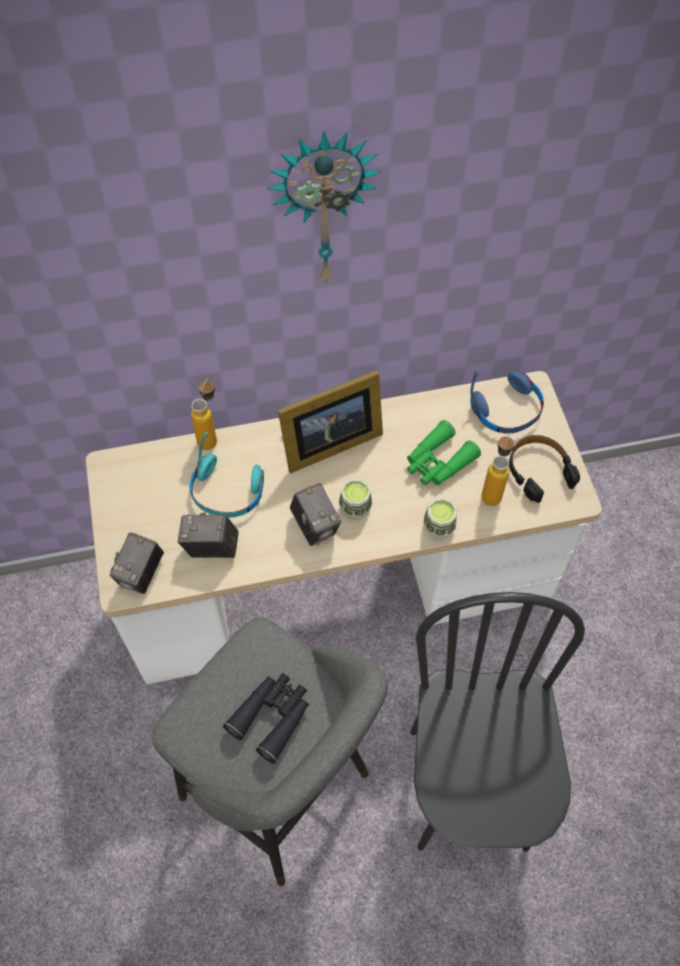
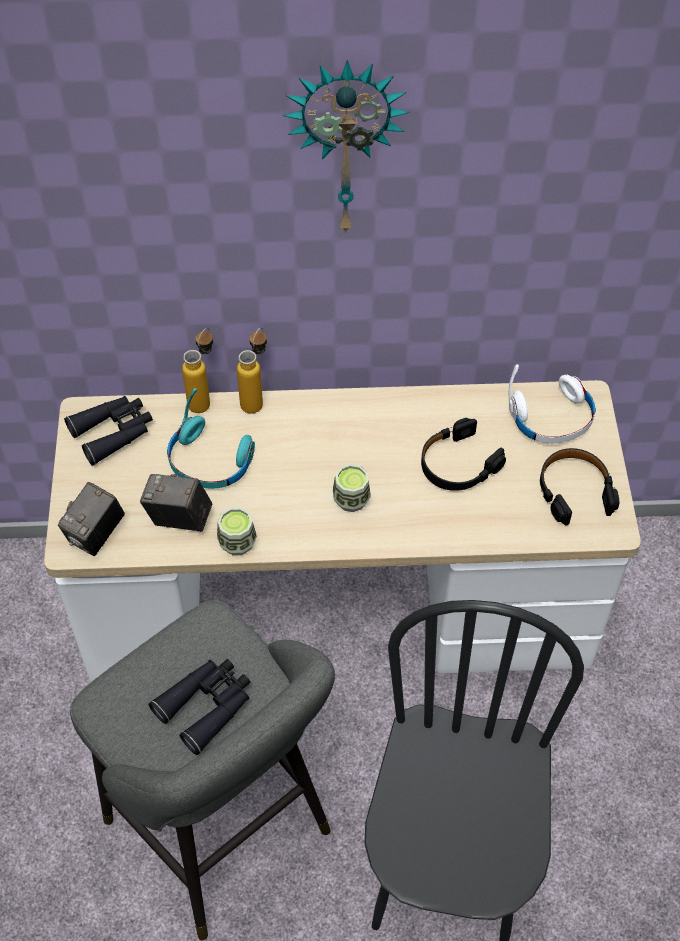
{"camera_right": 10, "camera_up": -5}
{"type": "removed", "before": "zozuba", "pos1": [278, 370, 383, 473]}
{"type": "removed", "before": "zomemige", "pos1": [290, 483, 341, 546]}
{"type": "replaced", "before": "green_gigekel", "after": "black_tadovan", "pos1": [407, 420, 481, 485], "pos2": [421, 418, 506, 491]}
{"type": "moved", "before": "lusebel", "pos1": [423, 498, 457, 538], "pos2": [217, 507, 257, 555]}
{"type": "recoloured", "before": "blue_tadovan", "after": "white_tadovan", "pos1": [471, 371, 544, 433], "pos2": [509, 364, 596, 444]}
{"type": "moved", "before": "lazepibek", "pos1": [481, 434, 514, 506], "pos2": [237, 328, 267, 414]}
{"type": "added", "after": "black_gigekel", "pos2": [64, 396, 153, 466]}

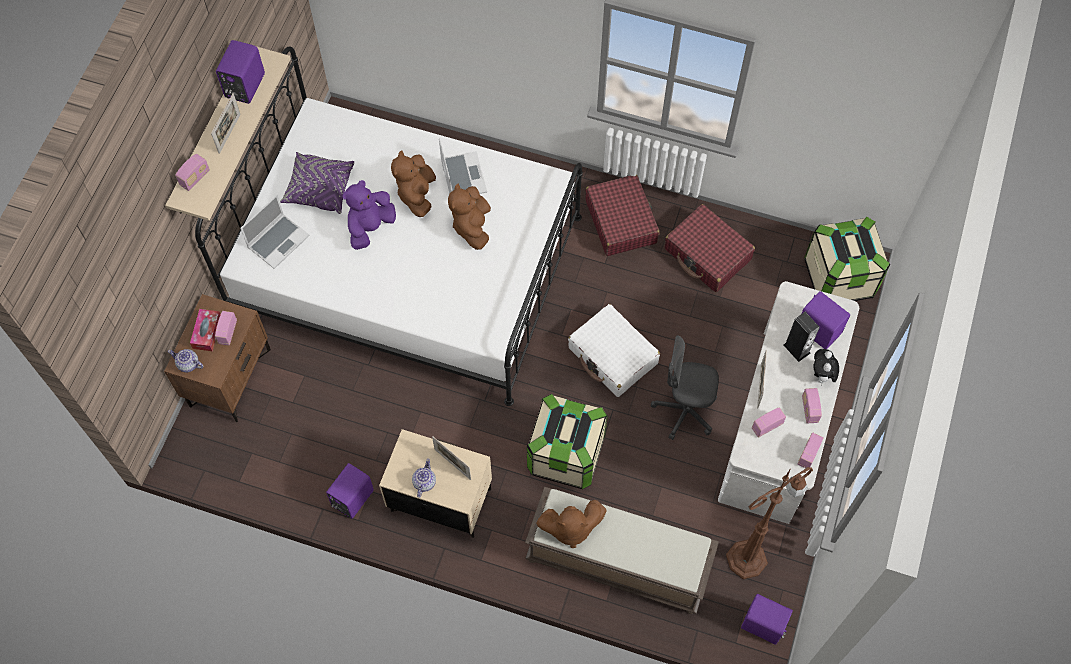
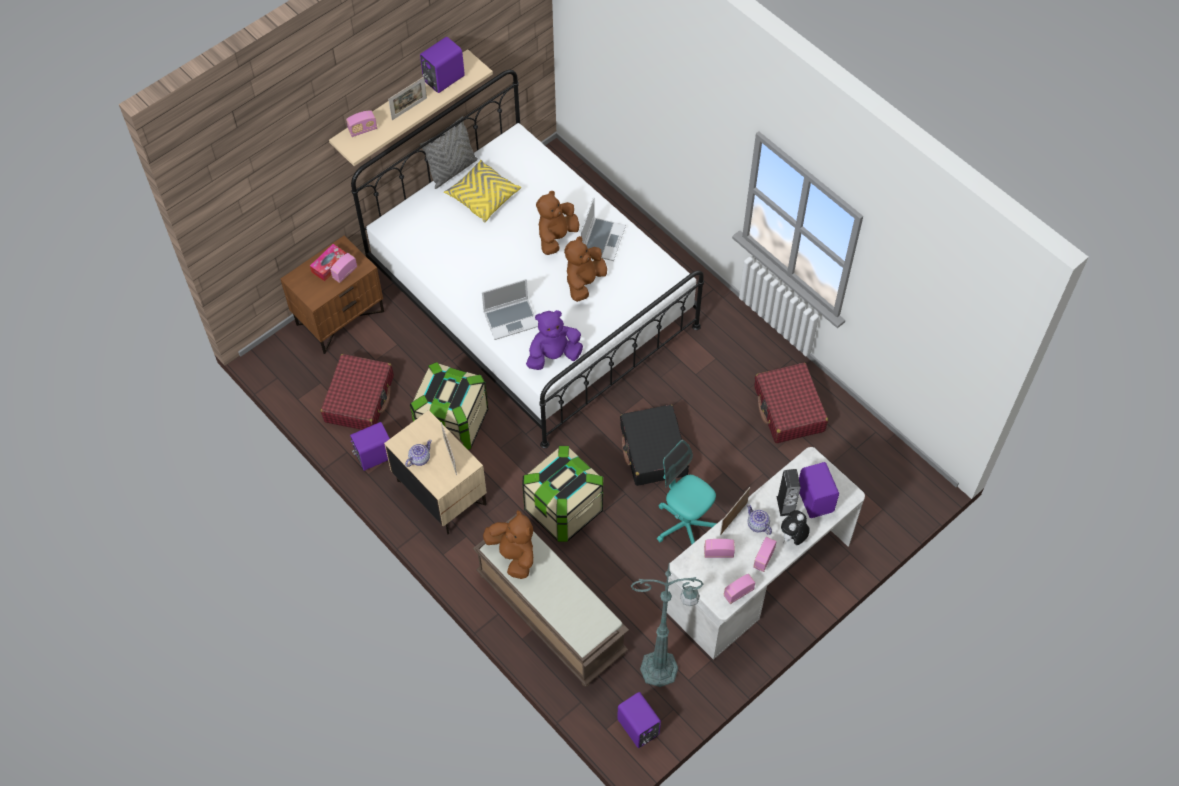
{"camera_right": 30, "camera_up": -5}
{"type": "moved", "before": "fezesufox", "pos1": [168, 349, 203, 372], "pos2": [747, 504, 772, 535]}
{"type": "moved", "before": "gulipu", "pos1": [240, 195, 310, 269], "pos2": [482, 279, 538, 340]}
{"type": "recoloured", "before": "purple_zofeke", "after": "yellow_zofeke", "pos1": [280, 152, 354, 214], "pos2": [444, 160, 521, 223]}
{"type": "moved", "before": "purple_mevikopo", "pos1": [342, 180, 396, 250], "pos2": [526, 310, 583, 370]}
{"type": "turned", "before": "brown_mevikopo", "pos1": [536, 500, 606, 548], "pos2": [483, 510, 533, 579], "turn": -150}
{"type": "recoloured", "before": "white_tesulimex", "after": "black_tesulimex", "pos1": [568, 304, 660, 397], "pos2": [620, 405, 689, 486]}
{"type": "moved", "before": "red_tesulimex", "pos1": [585, 175, 660, 256], "pos2": [320, 354, 394, 430]}
{"type": "recoloured", "before": "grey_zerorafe", "after": "turquoise_zerorafe", "pos1": [651, 335, 719, 440], "pos2": [657, 440, 717, 544]}
{"type": "recoloured", "before": "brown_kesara", "after": "green_kesara", "pos1": [726, 467, 813, 579], "pos2": [631, 565, 703, 687]}
{"type": "moved", "before": "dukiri", "pos1": [804, 217, 890, 301], "pos2": [410, 362, 488, 450]}
{"type": "added", "after": "grey_zofeke", "pos2": [420, 116, 478, 189]}

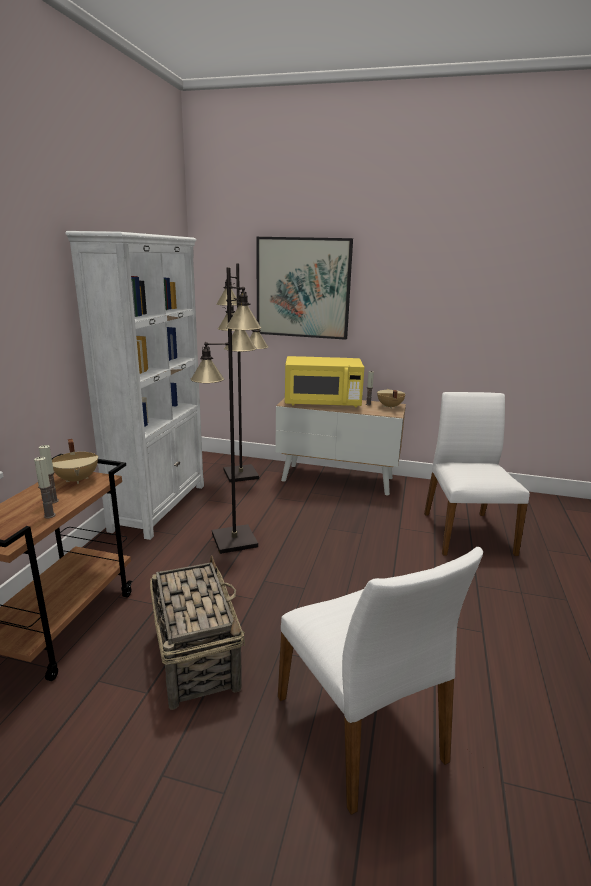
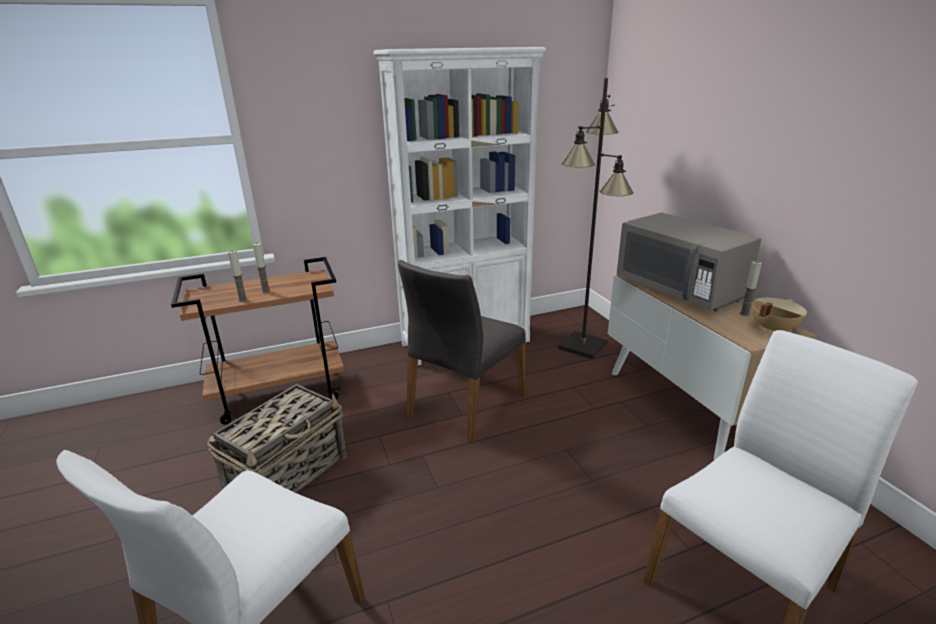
{"camera_right": 55, "camera_up": 5}
{"type": "removed", "before": "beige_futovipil", "pos1": [52, 439, 98, 484]}
{"type": "replaced", "before": "black_kesara", "after": "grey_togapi", "pos1": [190, 267, 262, 554], "pos2": [398, 260, 526, 443]}
{"type": "removed", "before": "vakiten", "pos1": [256, 237, 353, 340]}
{"type": "recoloured", "before": "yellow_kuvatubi", "after": "grey_kuvatubi", "pos1": [285, 356, 364, 407], "pos2": [617, 212, 761, 311]}

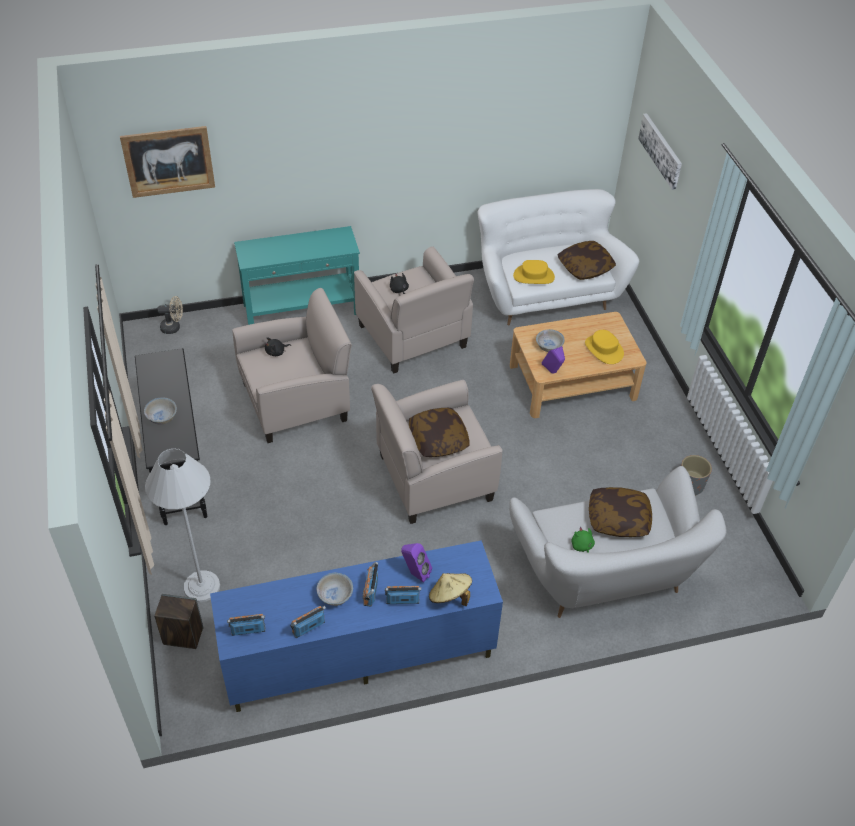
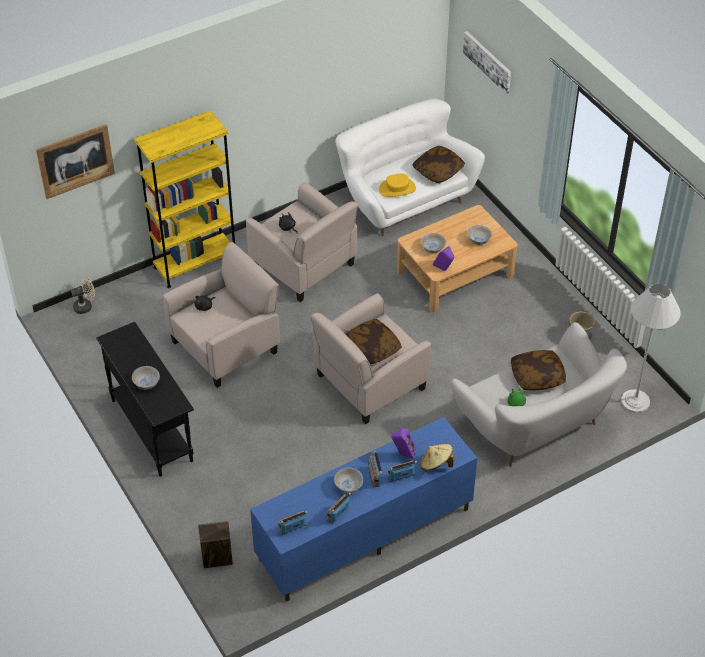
{"camera_right": -15, "camera_up": 0}
{"type": "moved", "before": "white_kesara", "pos1": [145, 448, 220, 602], "pos2": [621, 283, 681, 413]}
{"type": "replaced", "before": "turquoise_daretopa", "after": "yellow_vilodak", "pos1": [234, 226, 360, 325], "pos2": [134, 111, 235, 288]}
{"type": "replaced", "before": "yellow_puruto", "after": "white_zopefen", "pos1": [585, 330, 624, 364], "pos2": [467, 225, 492, 245]}

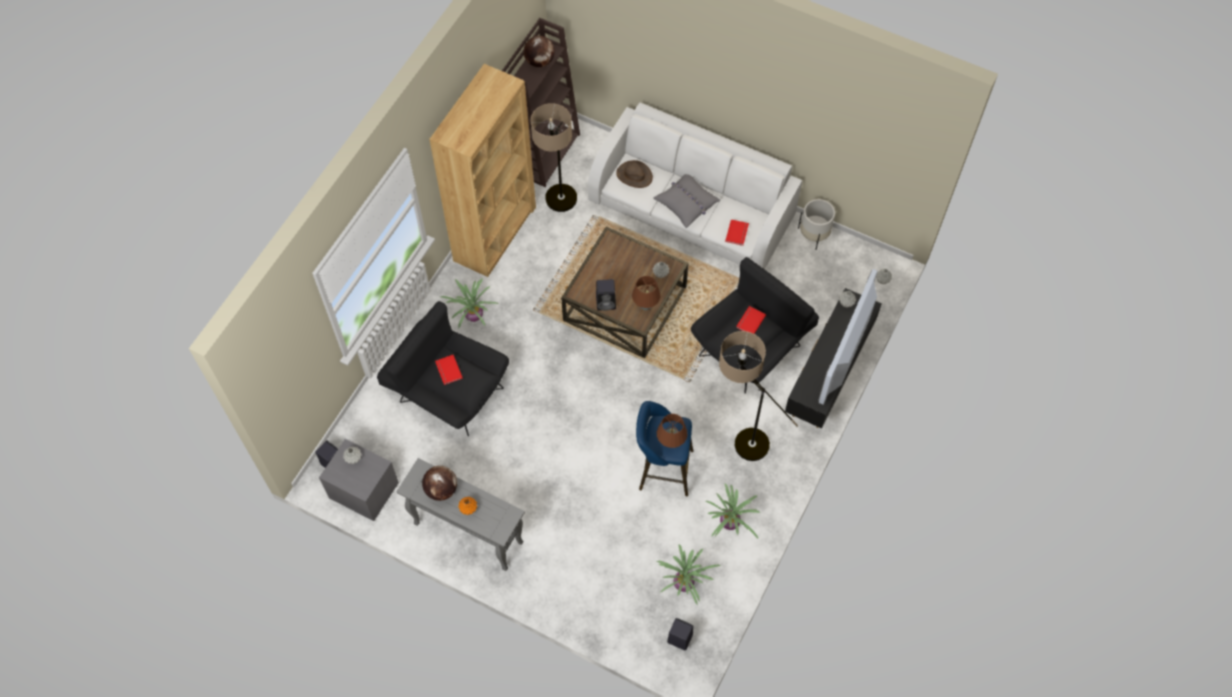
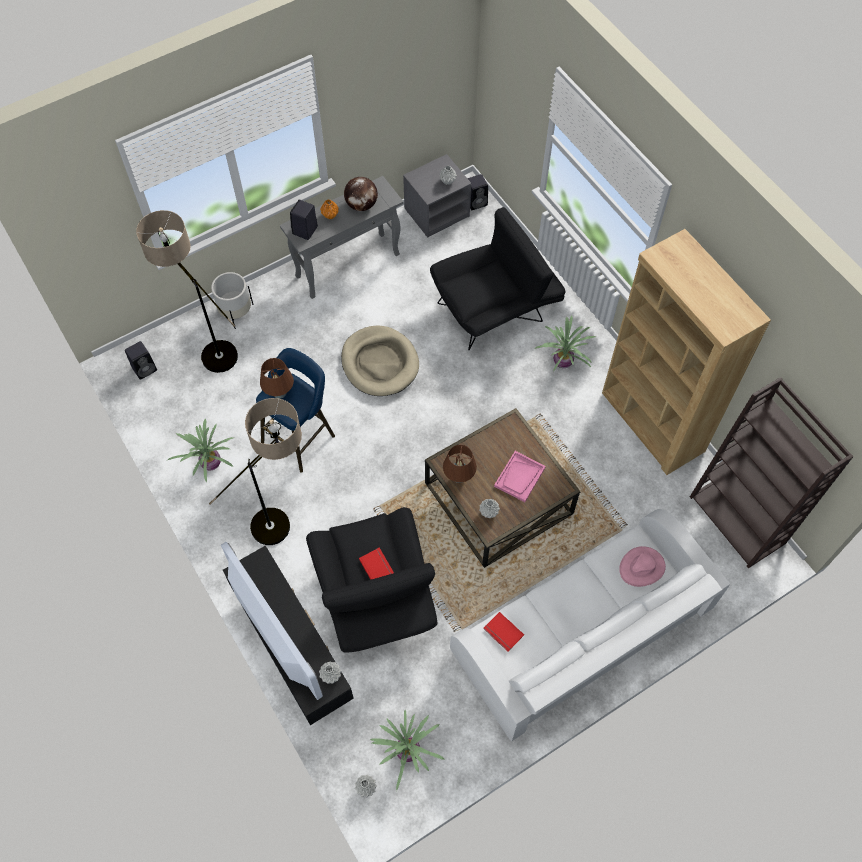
{"camera_right": 120, "camera_up": 0}
{"type": "removed", "before": "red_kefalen", "pos1": [435, 355, 463, 385]}
{"type": "removed", "before": "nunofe", "pos1": [524, 36, 555, 67]}
{"type": "moved", "before": "kesara", "pos1": [531, 103, 577, 212], "pos2": [136, 210, 238, 373]}
{"type": "moved", "before": "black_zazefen", "pos1": [596, 279, 616, 311], "pos2": [290, 200, 318, 240]}
{"type": "recoloured", "before": "brown_puruto", "after": "pink_puruto", "pos1": [616, 160, 653, 188], "pos2": [619, 546, 666, 587]}
{"type": "removed", "before": "grey_zofeke", "pos1": [653, 174, 720, 228]}
{"type": "moved", "before": "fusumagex", "pos1": [657, 544, 721, 605], "pos2": [370, 710, 445, 791]}
{"type": "moved", "before": "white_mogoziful", "pos1": [798, 199, 835, 250], "pos2": [211, 272, 254, 329]}
{"type": "added", "after": "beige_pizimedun", "pos2": [341, 326, 419, 396]}
{"type": "added", "after": "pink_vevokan", "pos2": [494, 451, 546, 502]}

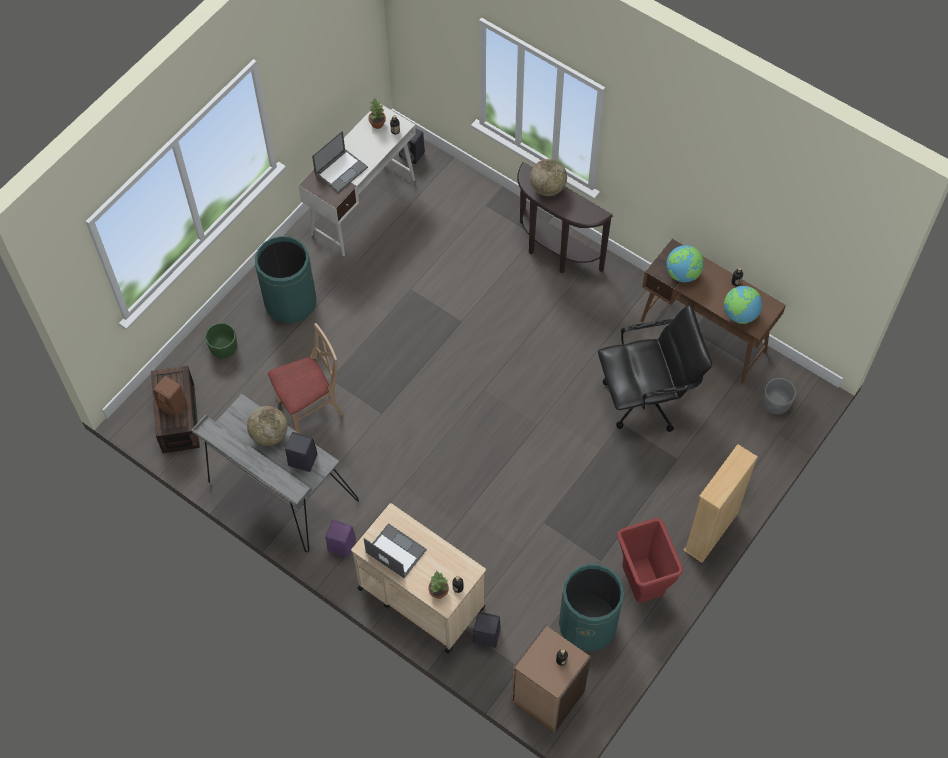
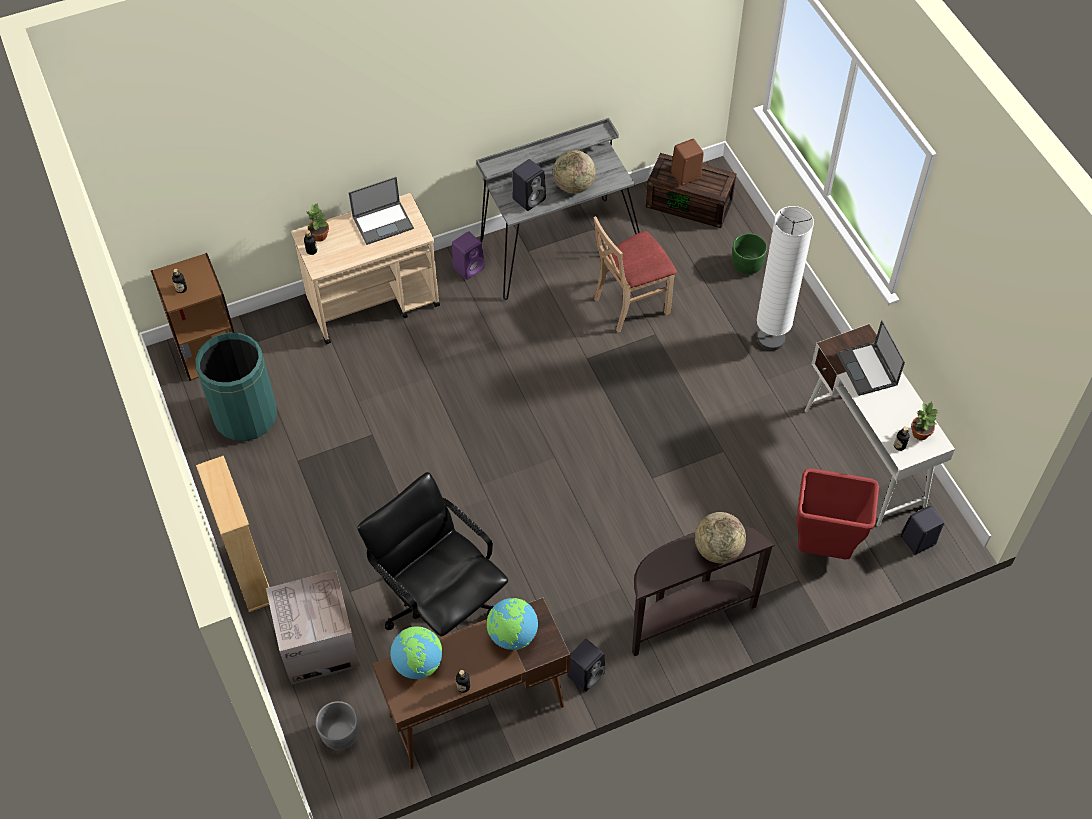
{"camera_right": 120, "camera_up": -5}
{"type": "replaced", "before": "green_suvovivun", "after": "white_kesara", "pos1": [255, 236, 316, 323], "pos2": [756, 206, 814, 351]}
{"type": "turned", "before": "beige_togapi", "pos1": [268, 323, 343, 434], "pos2": [594, 216, 677, 332], "turn": 60}
{"type": "moved", "before": "black_zazefen", "pos1": [473, 612, 501, 648], "pos2": [567, 639, 605, 692]}
{"type": "turned", "before": "black_zerorafe", "pos1": [598, 305, 712, 432], "pos2": [357, 472, 508, 636], "turn": 120}
{"type": "moved", "before": "red_suvovivun", "pos1": [617, 518, 683, 602], "pos2": [797, 468, 879, 559]}
{"type": "added", "after": "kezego", "pos2": [266, 570, 360, 685]}

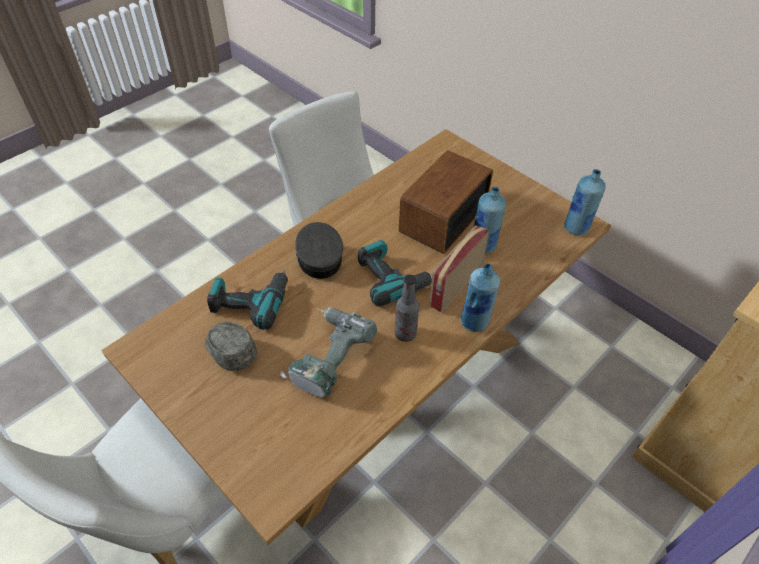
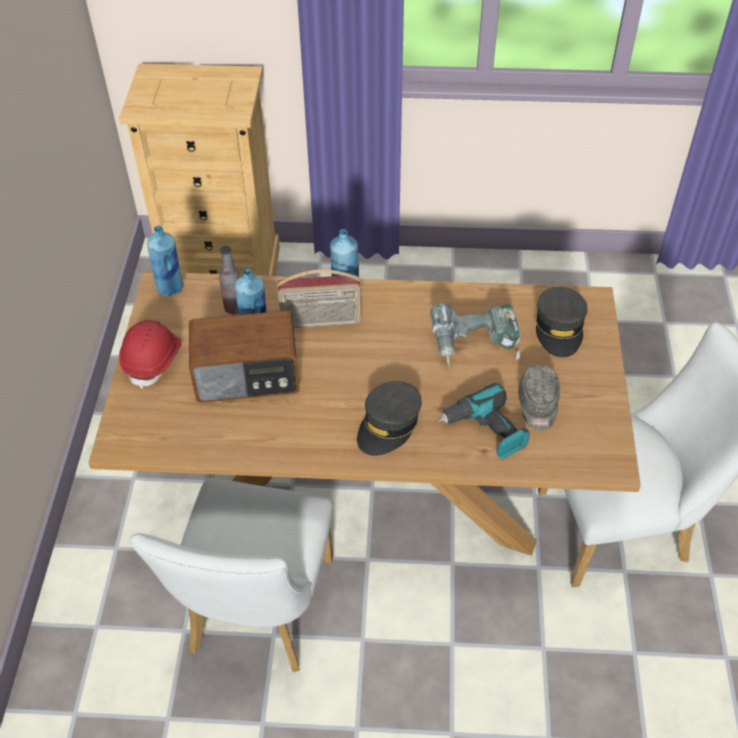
{"camera_right": -130, "camera_up": 0}
{"type": "removed", "before": "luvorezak", "pos1": [358, 240, 433, 306]}
{"type": "moved", "before": "lazepibek", "pos1": [394, 275, 419, 342], "pos2": [219, 246, 241, 315]}
{"type": "added", "after": "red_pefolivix", "pos2": [119, 320, 182, 389]}
{"type": "added", "after": "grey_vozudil", "pos2": [536, 287, 588, 357]}

